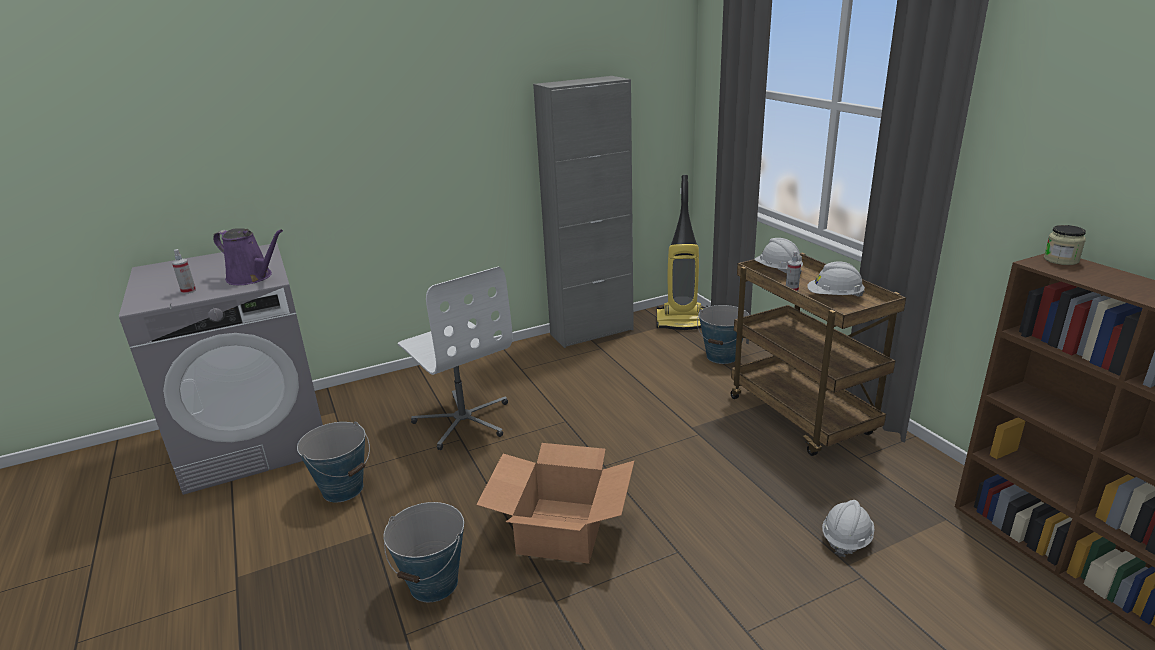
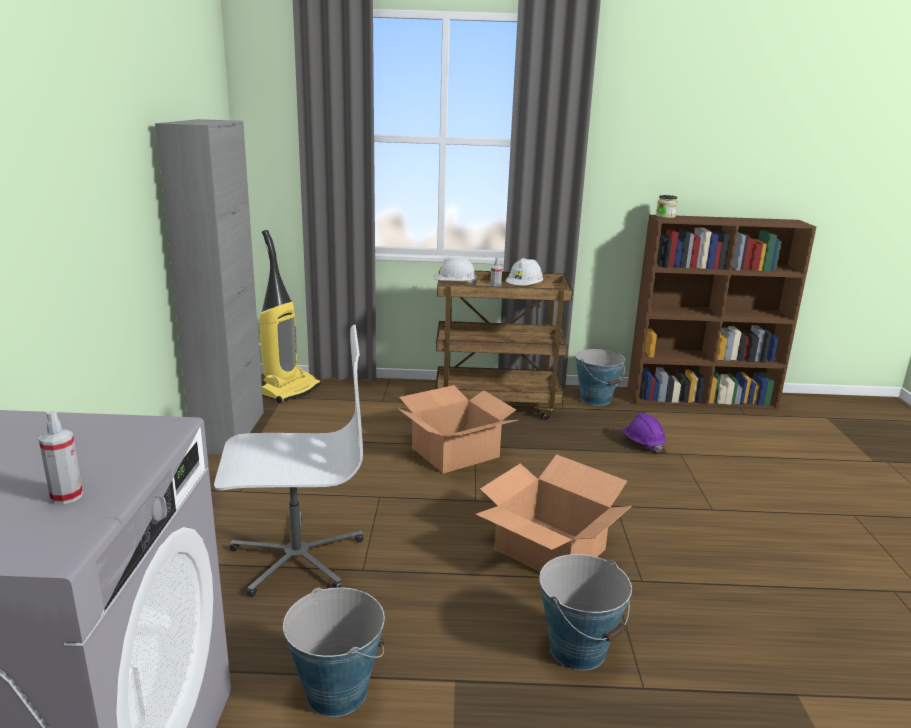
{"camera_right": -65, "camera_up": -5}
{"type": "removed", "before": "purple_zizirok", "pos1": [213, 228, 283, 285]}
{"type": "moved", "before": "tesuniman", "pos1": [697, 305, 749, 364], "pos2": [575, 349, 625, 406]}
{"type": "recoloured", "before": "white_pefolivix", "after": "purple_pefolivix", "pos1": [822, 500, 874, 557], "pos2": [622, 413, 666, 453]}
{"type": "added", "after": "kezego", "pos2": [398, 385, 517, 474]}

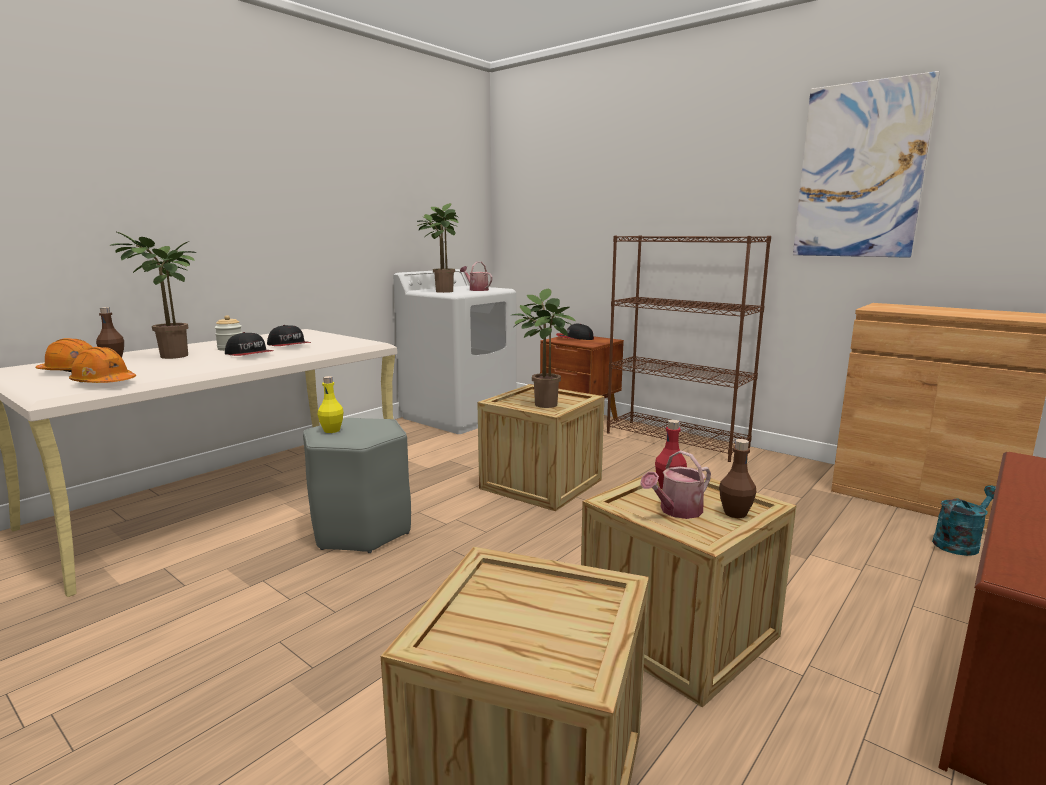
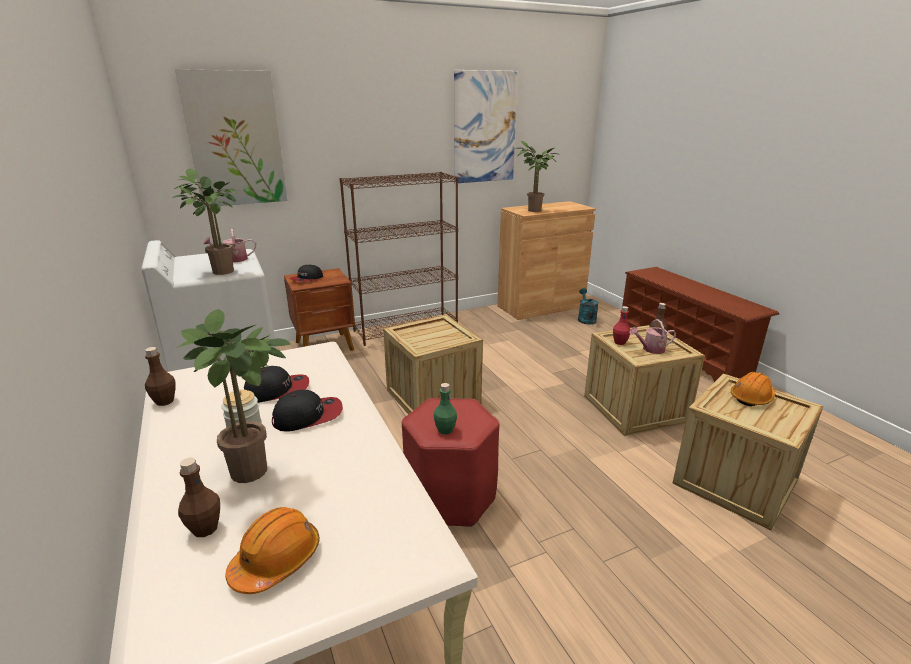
{"camera_right": -65, "camera_up": 10}
{"type": "moved", "before": "orange_pefolivix", "pos1": [69, 347, 136, 383], "pos2": [731, 372, 776, 407]}
{"type": "recoloured", "before": "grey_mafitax", "after": "red_mafitax", "pos1": [303, 418, 411, 553], "pos2": [402, 398, 499, 527]}
{"type": "recoloured", "before": "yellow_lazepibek", "after": "green_lazepibek", "pos1": [318, 376, 344, 433], "pos2": [434, 383, 457, 434]}
{"type": "moved", "before": "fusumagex", "pos1": [512, 289, 576, 408], "pos2": [514, 141, 561, 212]}
{"type": "turned", "before": "zizirok", "pos1": [640, 450, 711, 519], "pos2": [629, 319, 676, 354], "turn": 90}
{"type": "added", "after": "brown_lazepibek", "pos2": [145, 347, 176, 406]}
{"type": "added", "after": "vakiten", "pos2": [175, 69, 287, 207]}

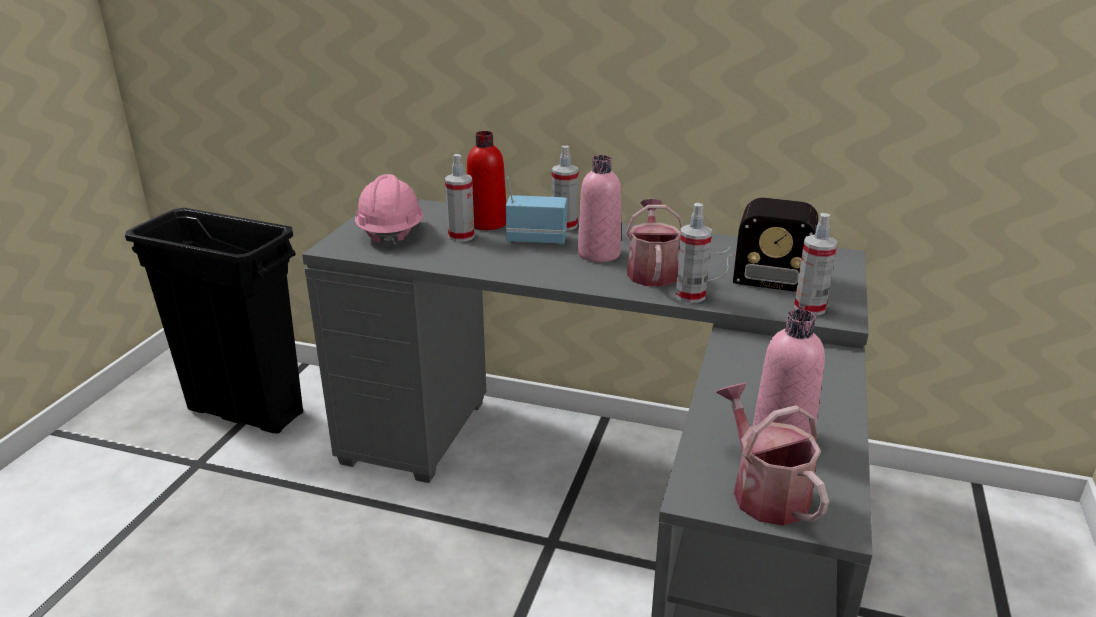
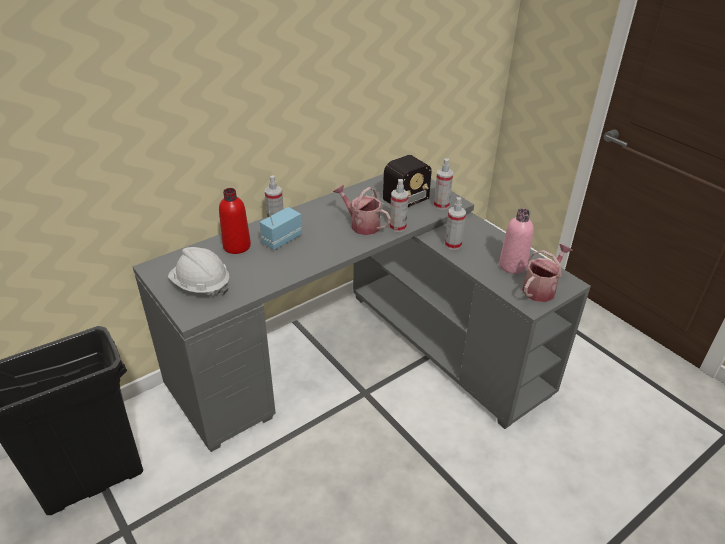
{"camera_right": -55, "camera_up": 10}
{"type": "recoloured", "before": "pink_pefolivix", "after": "white_pefolivix", "pos1": [355, 174, 423, 249], "pos2": [168, 247, 229, 296]}
{"type": "moved", "before": "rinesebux", "pos1": [445, 154, 475, 242], "pos2": [445, 197, 466, 250]}
{"type": "removed", "before": "pink_lazepibek", "pos1": [578, 155, 621, 262]}
{"type": "turned", "before": "zizirok", "pos1": [717, 383, 829, 526], "pos2": [522, 244, 573, 302], "turn": 120}

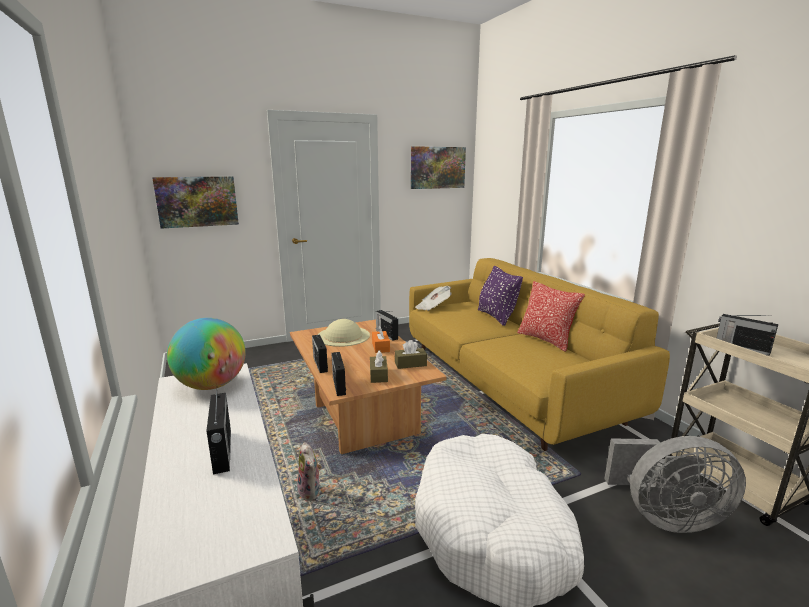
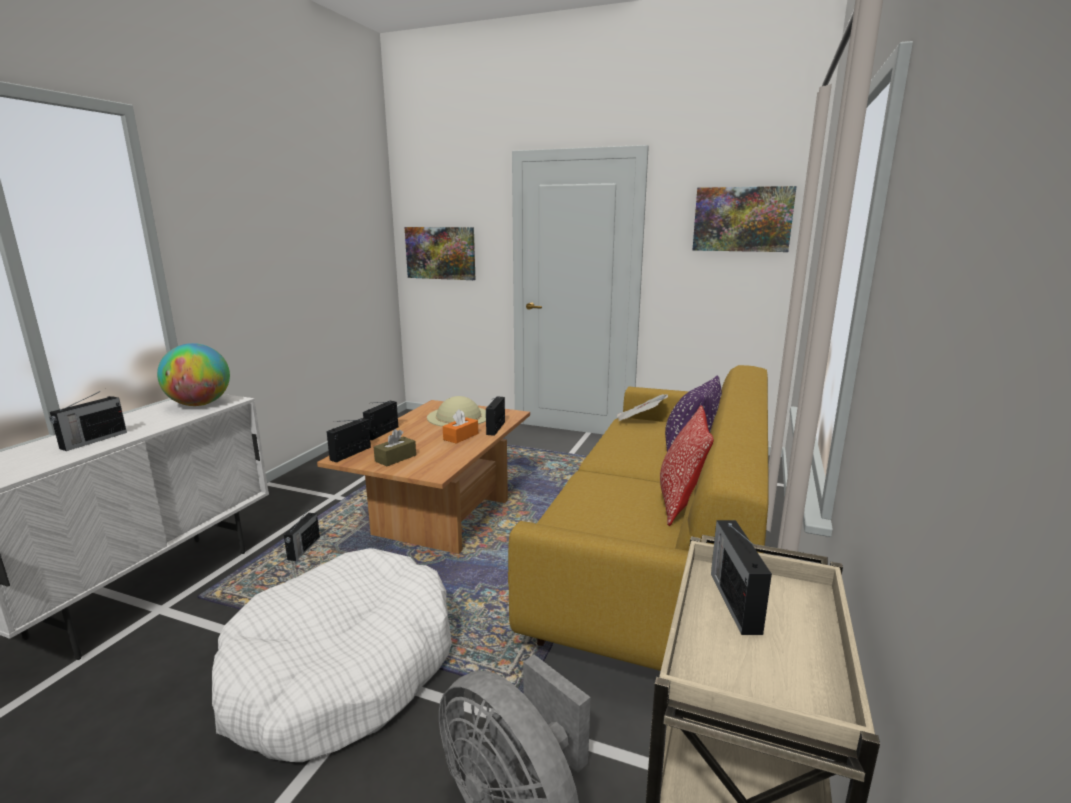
{"camera_right": 45, "camera_up": 0}
{"type": "replaced", "before": "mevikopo", "after": "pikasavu", "pos1": [297, 442, 322, 501], "pos2": [284, 510, 320, 561]}
{"type": "removed", "before": "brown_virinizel", "pos1": [395, 340, 427, 369]}

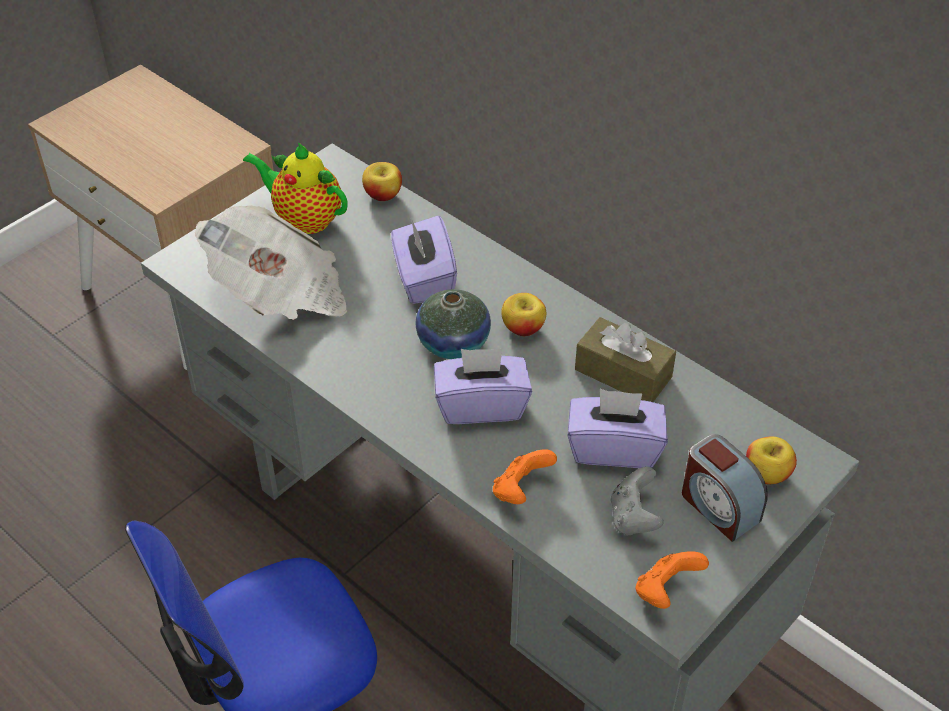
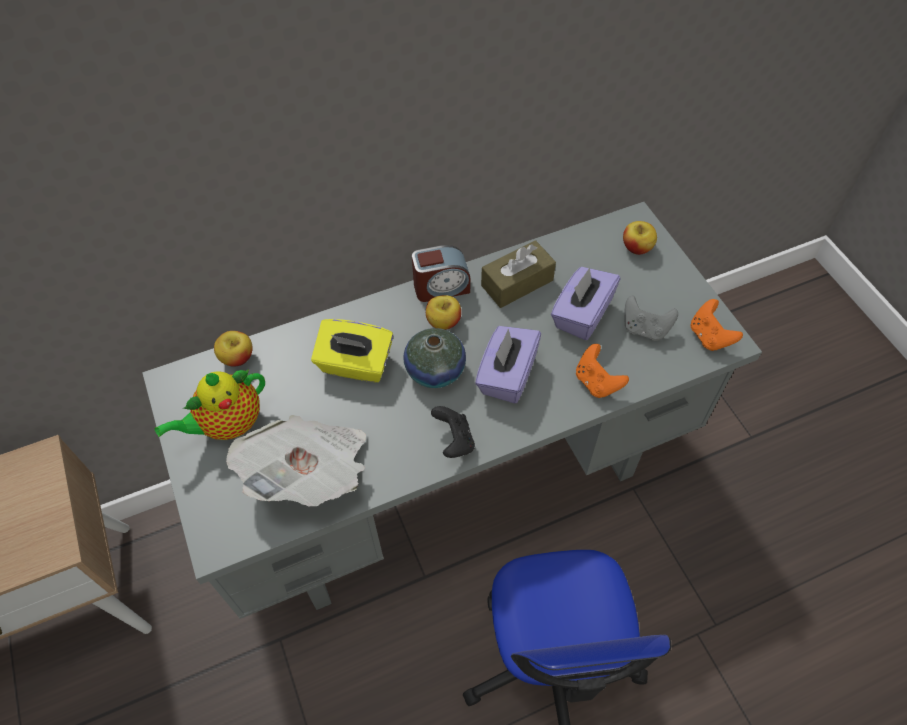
{"camera_right": -65, "camera_up": 10}
{"type": "recoloured", "before": "purple_virinizel", "after": "yellow_virinizel", "pos1": [391, 216, 457, 304], "pos2": [311, 319, 393, 383]}
{"type": "moved", "before": "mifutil", "pos1": [682, 434, 768, 542], "pos2": [412, 245, 471, 302]}
{"type": "added", "after": "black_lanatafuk", "pos2": [431, 406, 475, 458]}

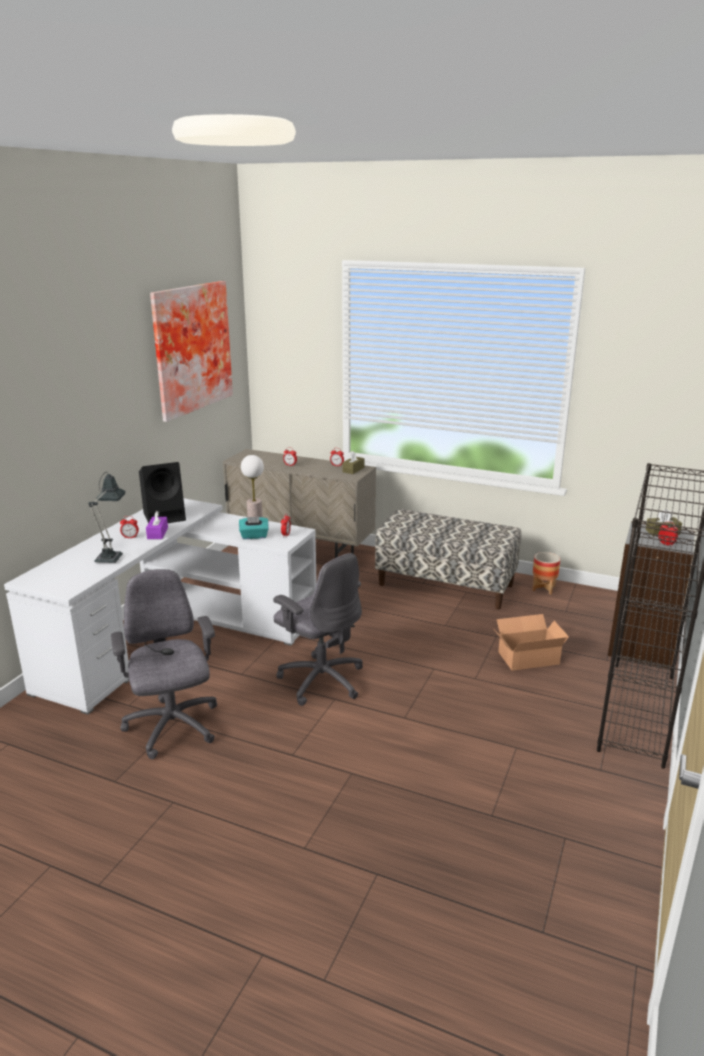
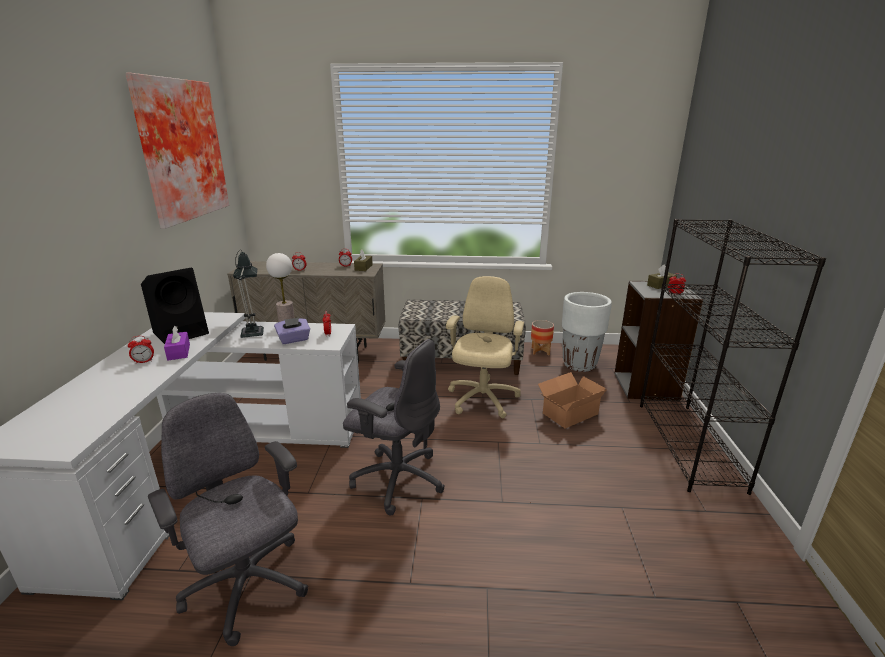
{"camera_right": -20, "camera_up": 0}
{"type": "moved", "before": "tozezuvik", "pos1": [88, 472, 125, 563], "pos2": [233, 250, 264, 338]}
{"type": "recoloured", "before": "turquoise_virinizel", "after": "purple_virinizel", "pos1": [239, 517, 269, 539], "pos2": [274, 318, 310, 344]}
{"type": "added", "after": "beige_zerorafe", "pos2": [446, 276, 524, 418]}
{"type": "added", "after": "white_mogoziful", "pos2": [562, 292, 612, 372]}

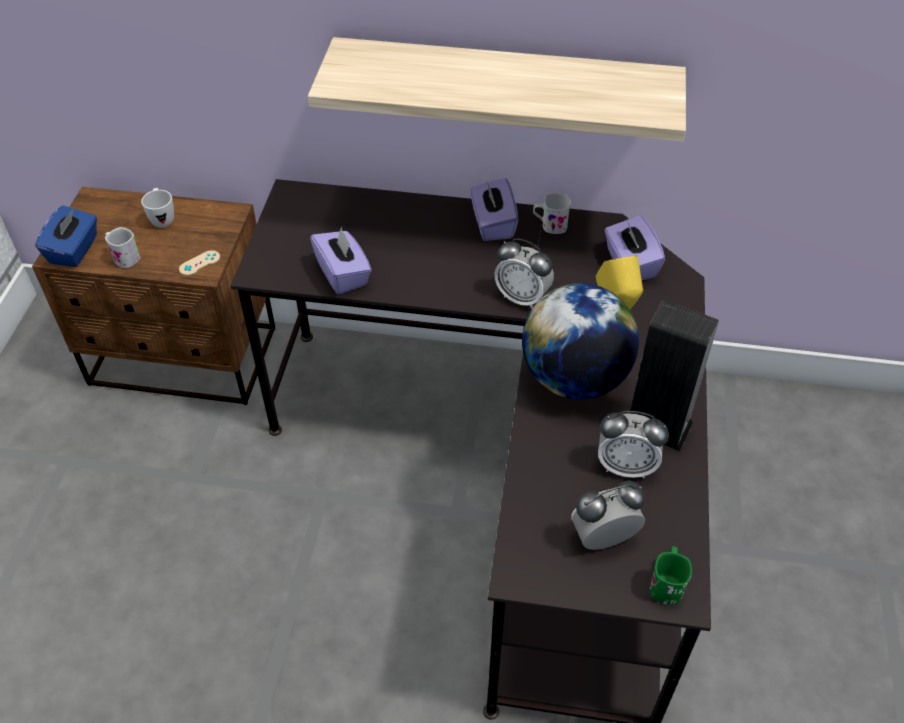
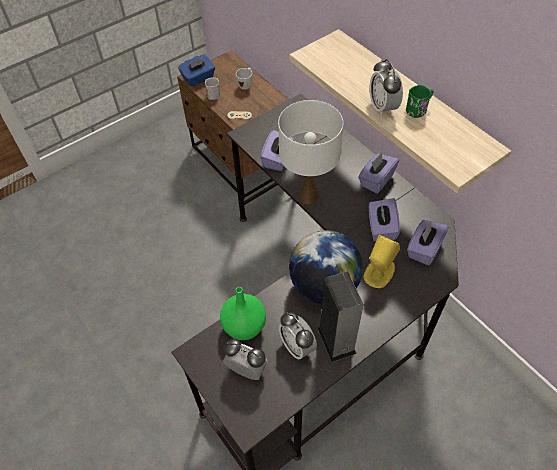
{"camera_right": 45, "camera_up": 5}
{"type": "moved", "before": "mifutil", "pos1": [494, 238, 554, 309], "pos2": [369, 59, 403, 116]}
{"type": "removed", "before": "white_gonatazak", "pos1": [533, 193, 571, 234]}
{"type": "moved", "before": "green_gonatazak", "pos1": [649, 546, 692, 605], "pos2": [406, 85, 433, 118]}
{"type": "added", "after": "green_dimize", "pos2": [220, 287, 266, 340]}
{"type": "added", "after": "white_tozezuvik", "pos2": [278, 100, 343, 204]}
{"type": "added", "after": "purple_virinizel", "pos2": [369, 198, 400, 241]}

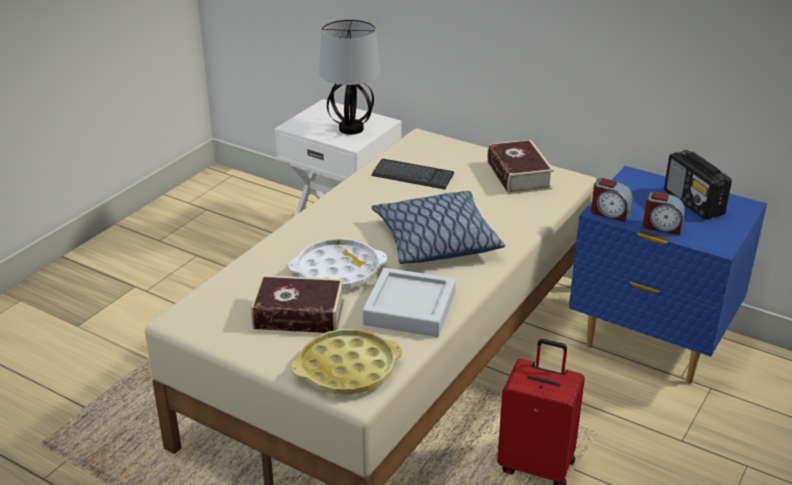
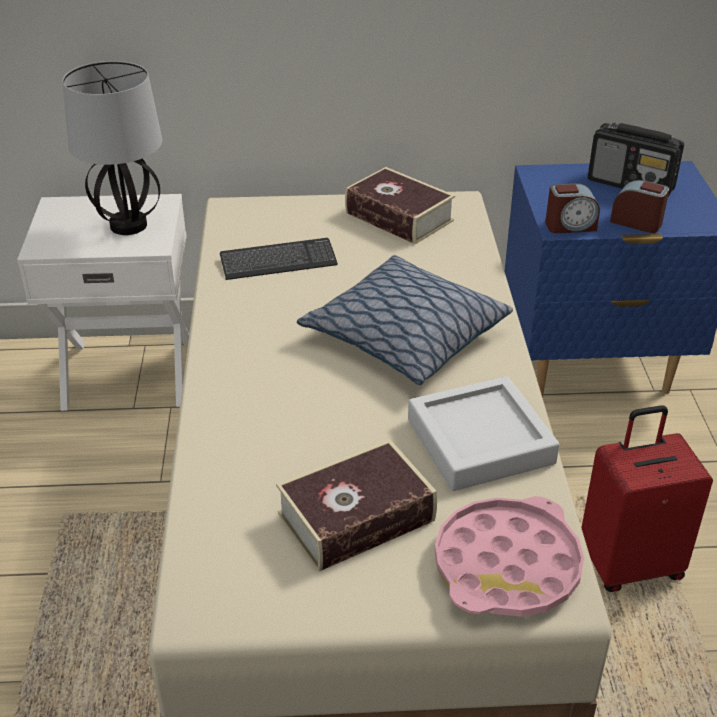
{"camera_right": -35, "camera_up": 5}
{"type": "removed", "before": "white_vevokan", "pos1": [288, 238, 387, 289]}
{"type": "recoloured", "before": "yellow_vevokan", "after": "pink_vevokan", "pos1": [291, 329, 402, 395], "pos2": [435, 496, 584, 617]}
{"type": "turned", "before": "mifutil", "pos1": [643, 192, 685, 235], "pos2": [610, 180, 669, 233], "turn": -135}

